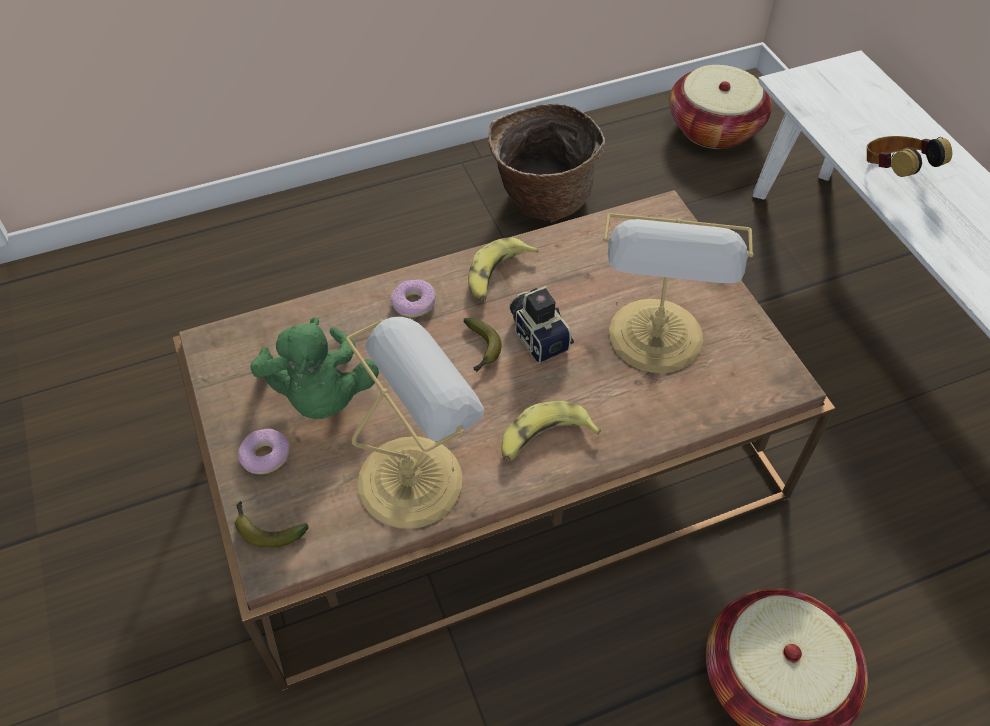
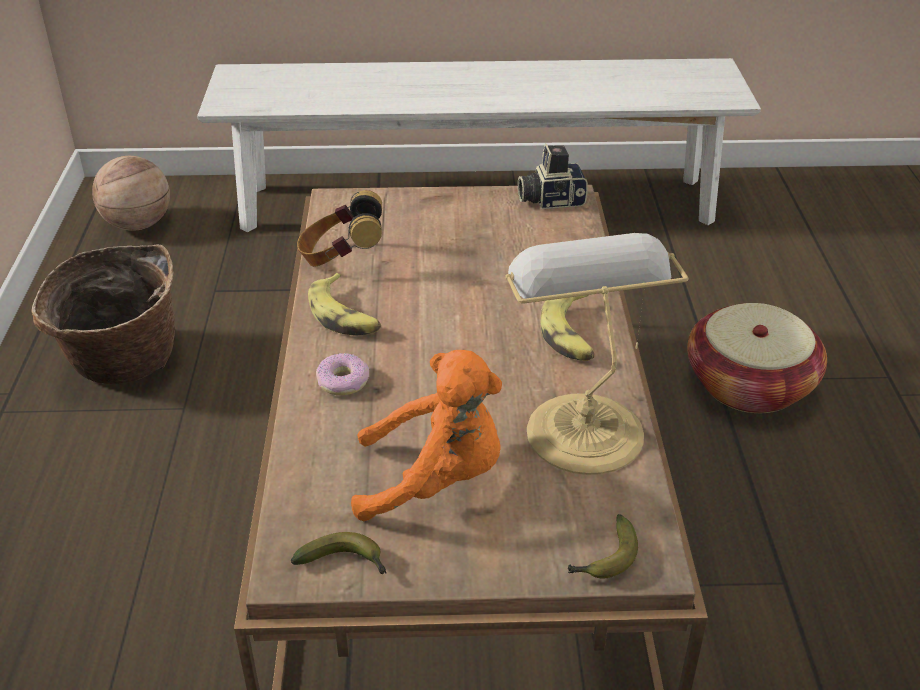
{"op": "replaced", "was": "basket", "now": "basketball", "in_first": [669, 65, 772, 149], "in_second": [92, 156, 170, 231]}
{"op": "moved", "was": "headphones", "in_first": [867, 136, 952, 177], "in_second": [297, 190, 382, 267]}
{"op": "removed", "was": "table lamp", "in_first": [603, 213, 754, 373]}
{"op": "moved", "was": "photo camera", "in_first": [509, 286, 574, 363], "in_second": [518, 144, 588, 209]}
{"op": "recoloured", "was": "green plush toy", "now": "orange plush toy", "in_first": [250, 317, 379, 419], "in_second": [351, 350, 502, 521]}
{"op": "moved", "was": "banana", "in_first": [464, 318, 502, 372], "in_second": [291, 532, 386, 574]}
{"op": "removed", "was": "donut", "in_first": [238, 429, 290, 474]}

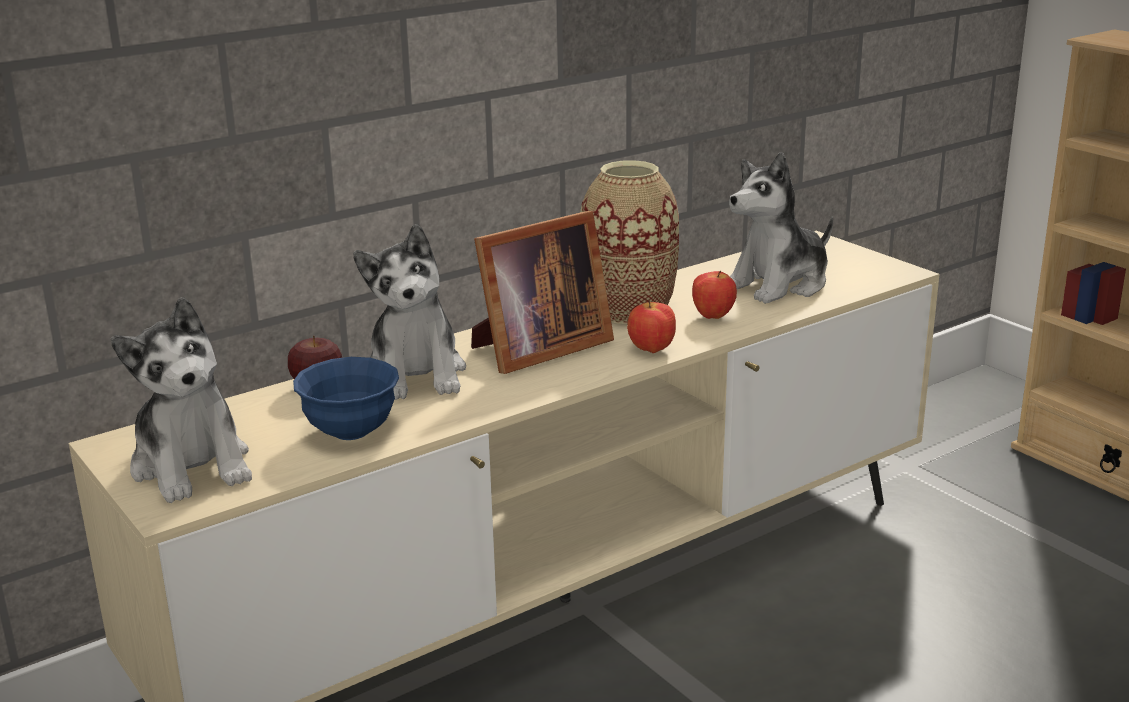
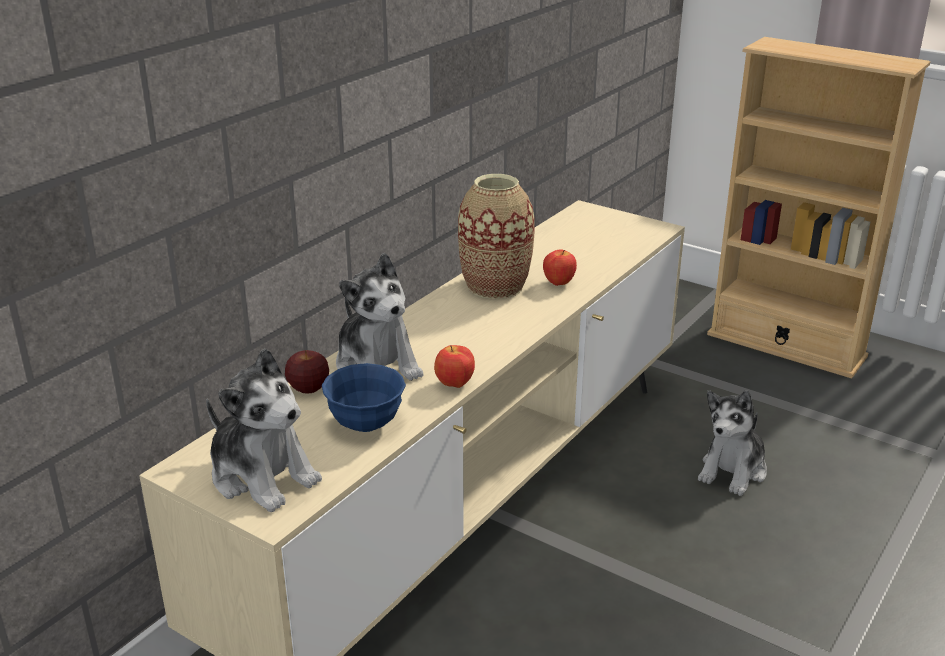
{"op": "moved", "was": "plush toy", "in_first": [729, 152, 833, 304], "in_second": [698, 390, 767, 496]}
{"op": "removed", "was": "picture frame", "in_first": [471, 211, 614, 374]}
{"op": "moved", "was": "apple", "in_first": [627, 300, 676, 353], "in_second": [434, 345, 475, 388]}

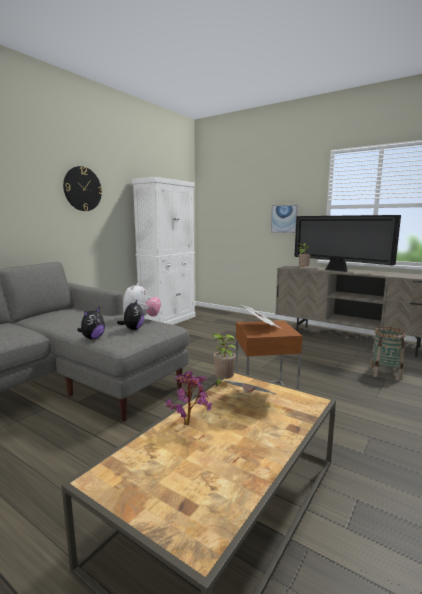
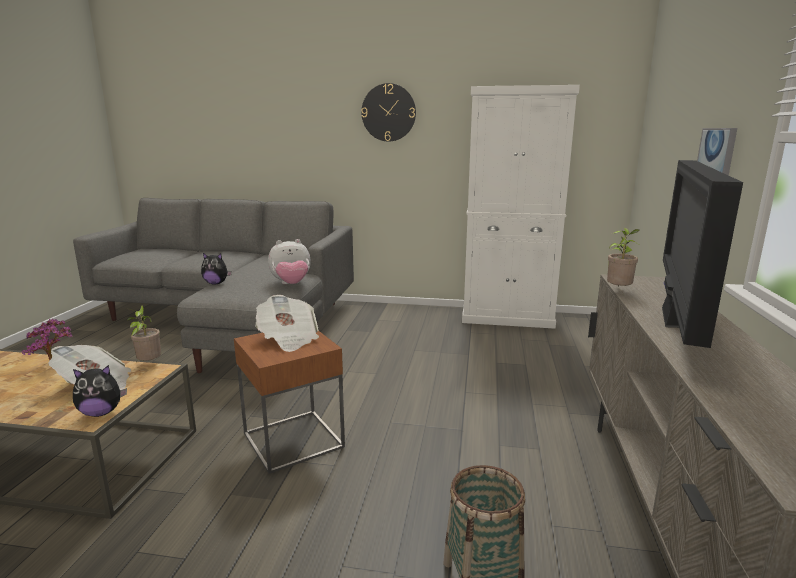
{"op": "moved", "was": "plush toy", "in_first": [117, 300, 144, 330], "in_second": [73, 365, 127, 417]}

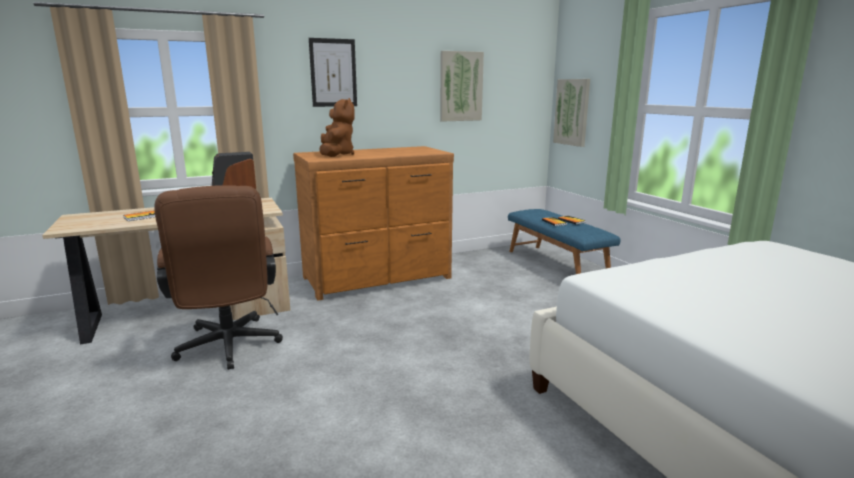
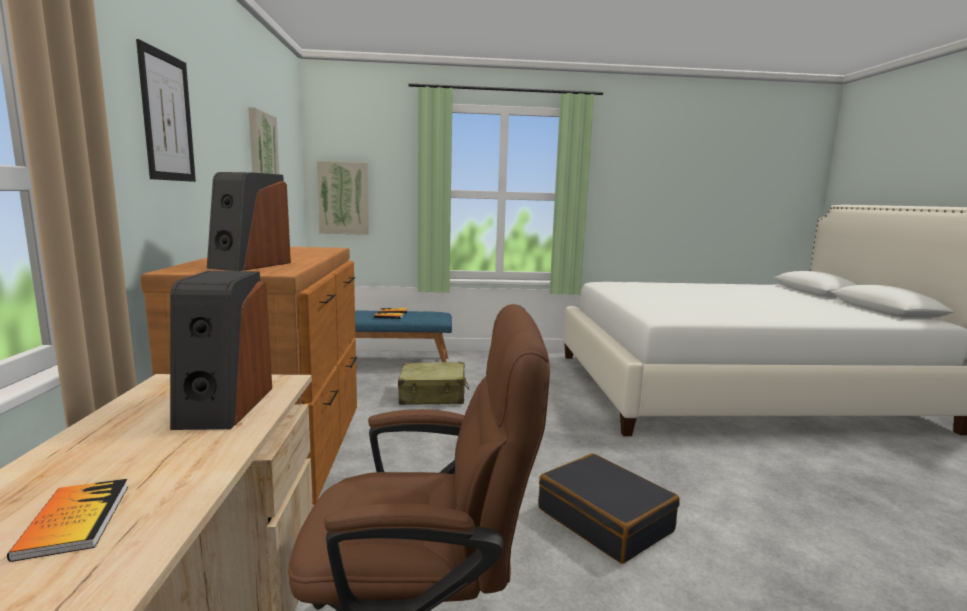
{"op": "replaced", "was": "brown plush toy", "now": "speaker", "in_first": [319, 98, 355, 157], "in_second": [207, 172, 291, 271]}
{"op": "added", "now": "beige suitcase", "in_second": [398, 362, 469, 405]}
{"op": "added", "now": "black suitcase", "in_second": [538, 453, 680, 564]}

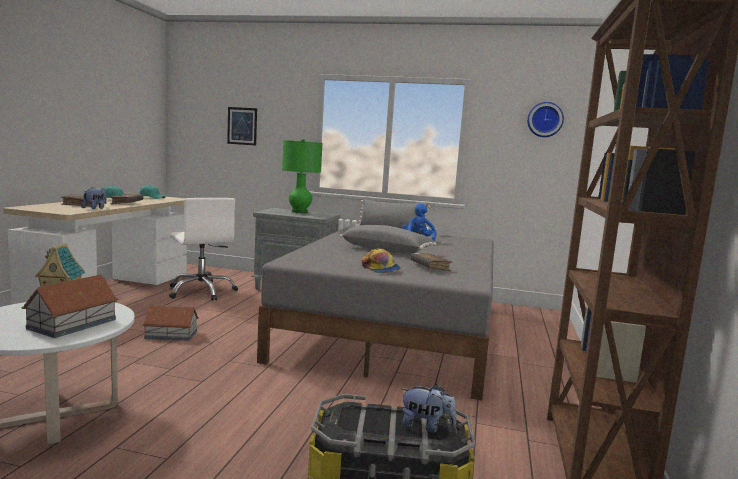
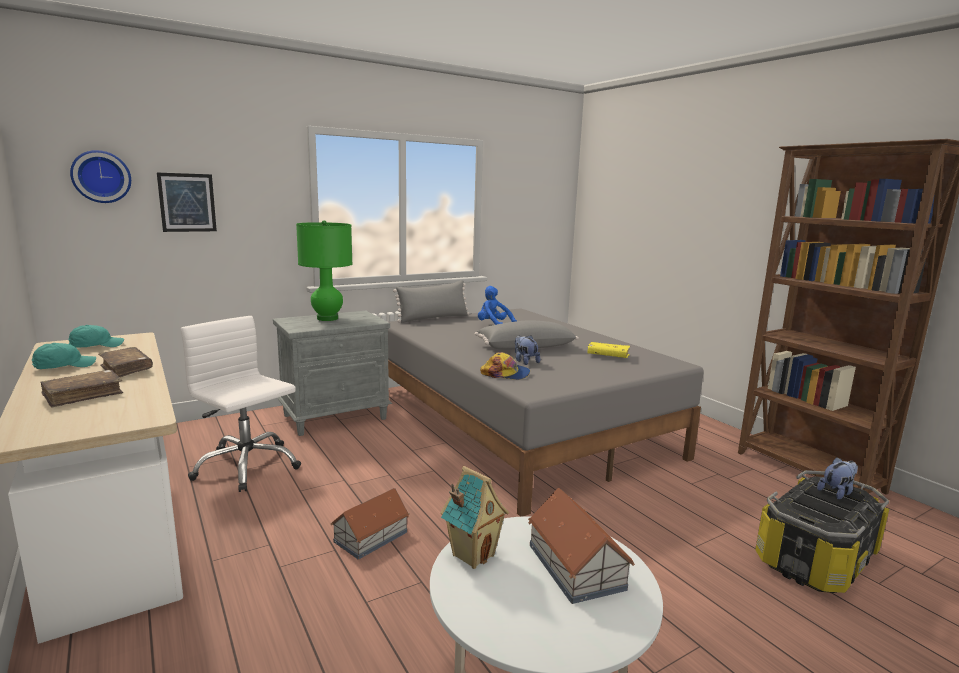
{"op": "moved", "was": "wall clock", "in_first": [527, 102, 564, 137], "in_second": [70, 150, 131, 203]}
{"op": "moved", "was": "plush toy", "in_first": [81, 187, 107, 209], "in_second": [515, 335, 540, 365]}
{"op": "turned", "was": "white office chair", "in_first": [169, 198, 238, 301], "in_second": [181, 316, 301, 492], "clockwise": -150}
{"op": "moved", "was": "cap", "in_first": [361, 248, 401, 273], "in_second": [480, 352, 530, 380]}
{"op": "recoloured", "was": "brown book", "now": "yellow book", "in_first": [410, 253, 452, 271], "in_second": [588, 342, 630, 358]}

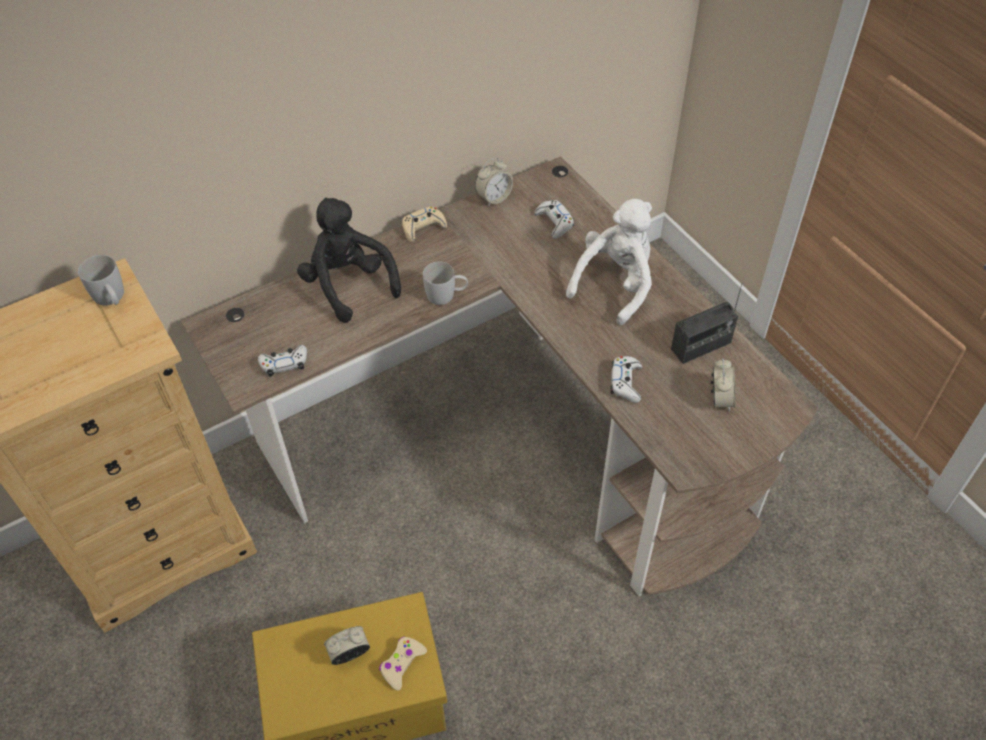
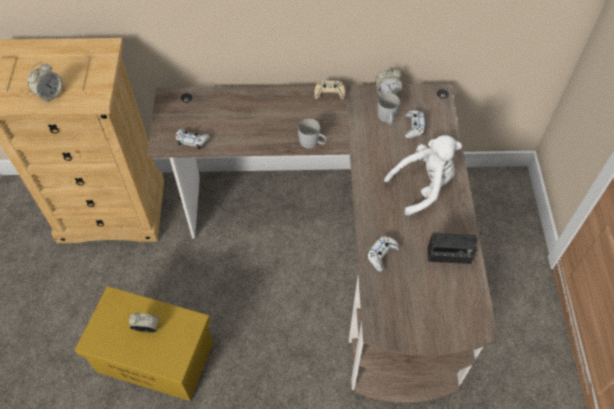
{"op": "removed", "was": "black plush toy", "in_first": [297, 198, 401, 323]}
{"op": "moved", "was": "white mug", "in_first": [78, 255, 124, 305], "in_second": [377, 93, 400, 125]}
{"op": "moved", "was": "alarm clock", "in_first": [711, 358, 736, 412], "in_second": [28, 62, 63, 103]}
{"op": "removed", "was": "beige game controller", "in_first": [379, 637, 427, 691]}

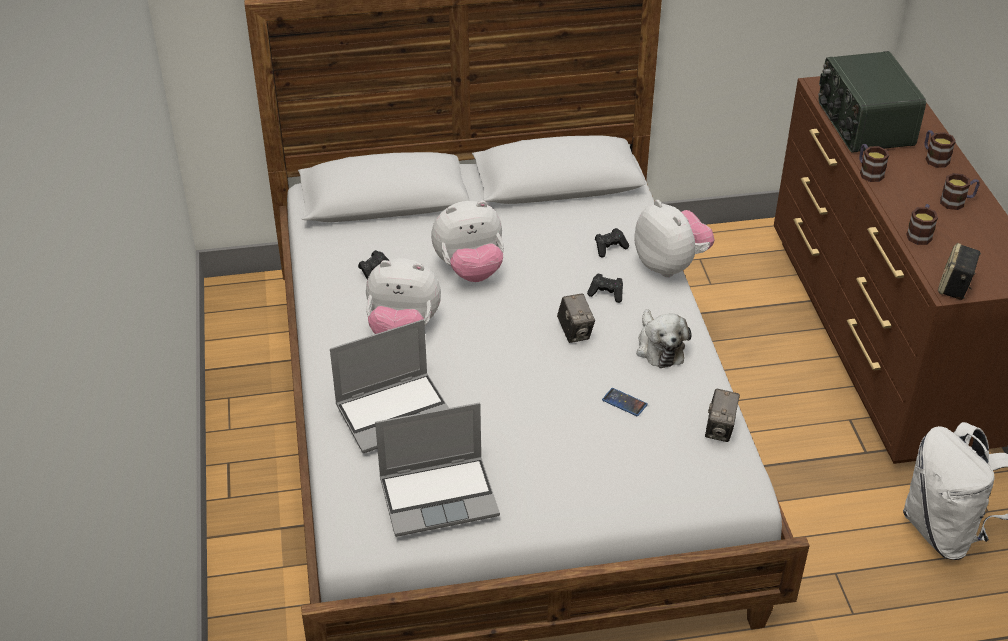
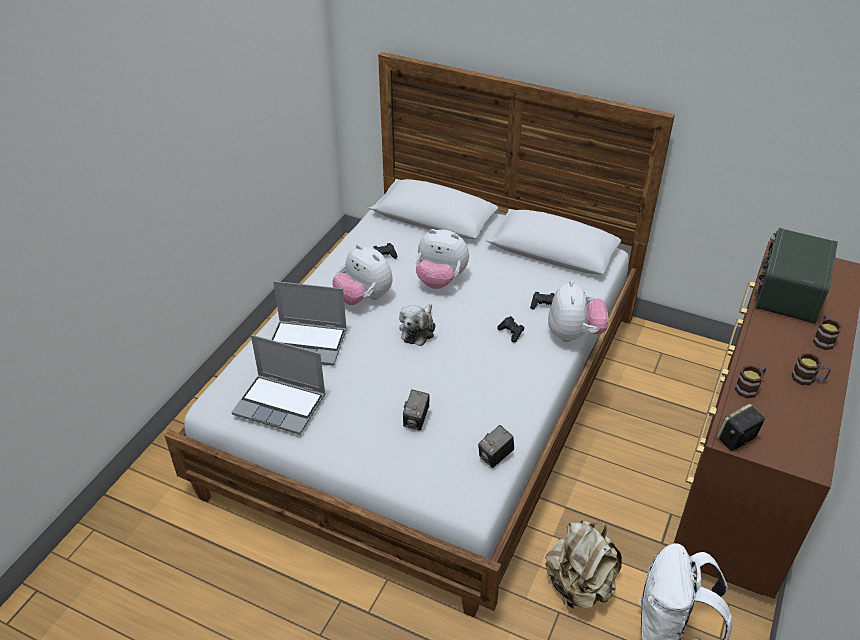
{"op": "removed", "was": "mug", "in_first": [859, 144, 889, 182]}
{"op": "moved", "was": "photo camera", "in_first": [557, 293, 595, 343], "in_second": [403, 389, 429, 431]}
{"op": "moved", "was": "plush toy", "in_first": [636, 309, 691, 368], "in_second": [399, 303, 435, 346]}
{"op": "removed", "was": "phone", "in_first": [602, 388, 648, 416]}
{"op": "added", "now": "beige backpack", "in_second": [545, 520, 622, 609]}

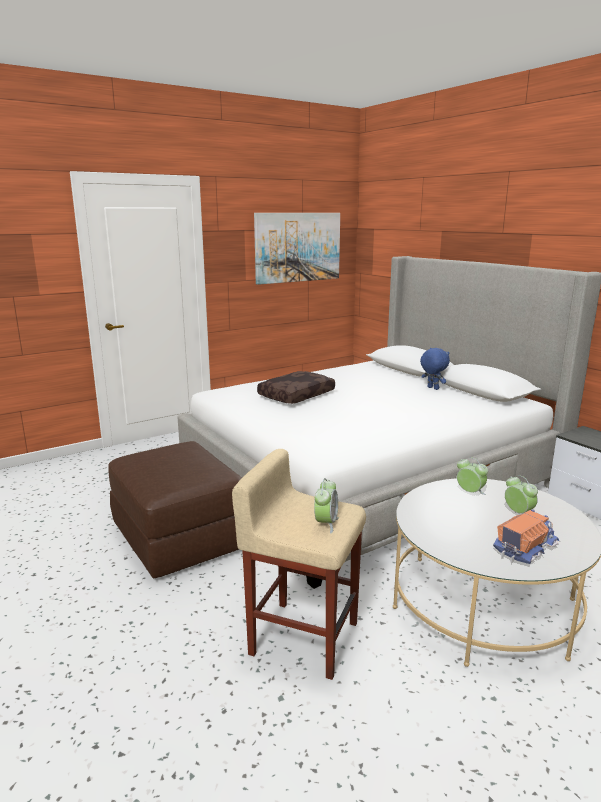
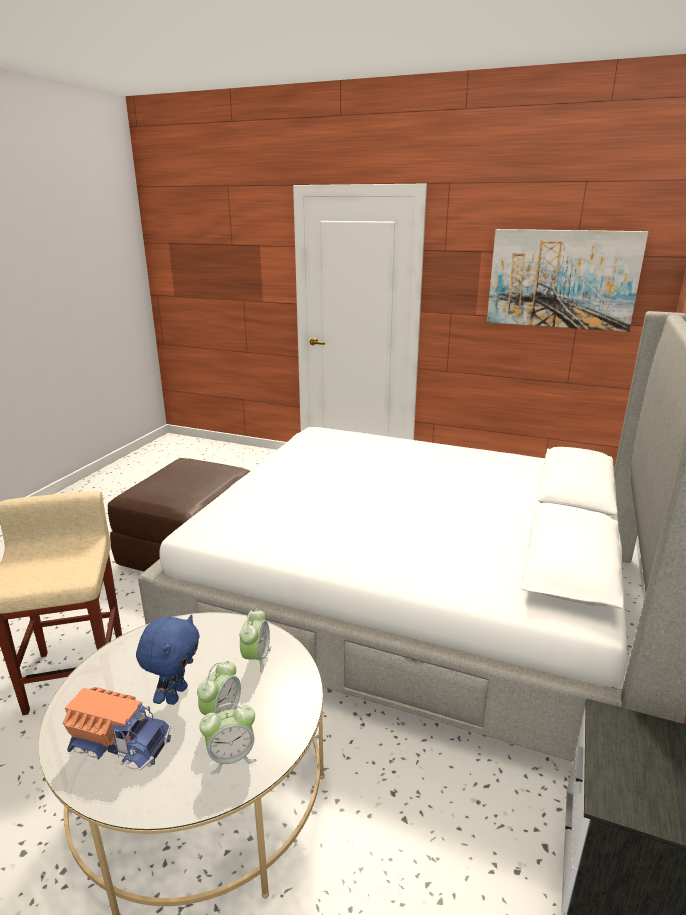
{"op": "moved", "was": "blue plush toy", "in_first": [420, 348, 450, 390], "in_second": [136, 615, 200, 705]}
{"op": "removed", "was": "brown pillow", "in_first": [257, 371, 335, 404]}
{"op": "moved", "was": "alarm clock", "in_first": [314, 478, 339, 533], "in_second": [199, 703, 256, 774]}

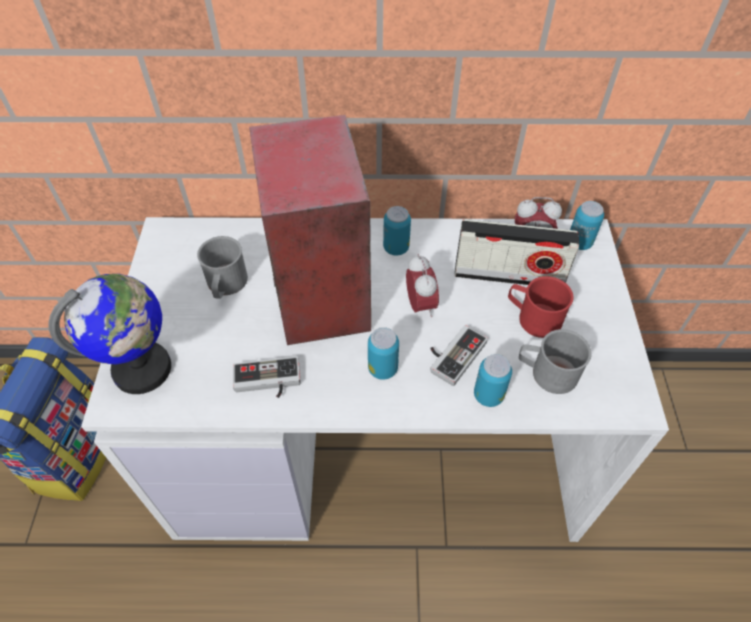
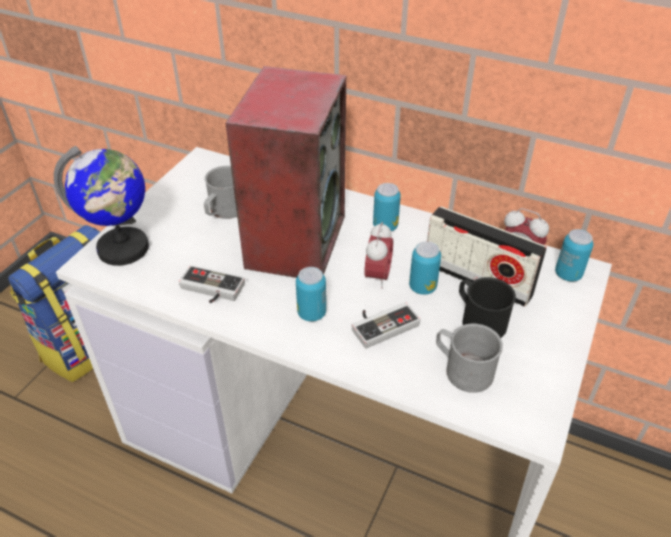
{"op": "recoloured", "was": "red mug", "now": "black mug", "in_first": [508, 276, 573, 338], "in_second": [459, 277, 516, 338]}
{"op": "moved", "was": "can", "in_first": [474, 354, 512, 407], "in_second": [409, 242, 441, 295]}

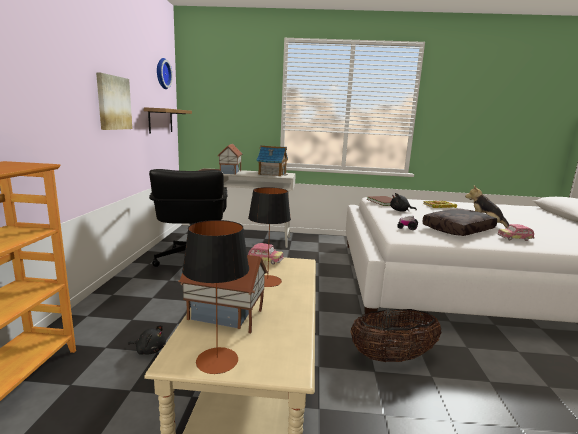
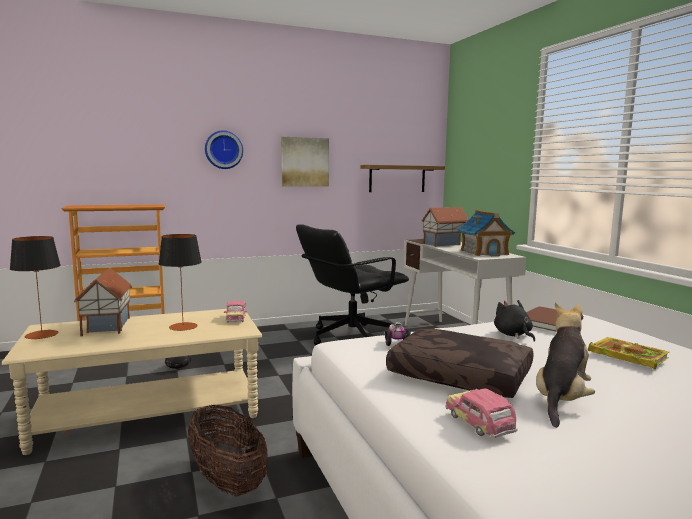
{"op": "moved", "was": "wall clock", "in_first": [157, 58, 173, 89], "in_second": [205, 130, 243, 169]}

